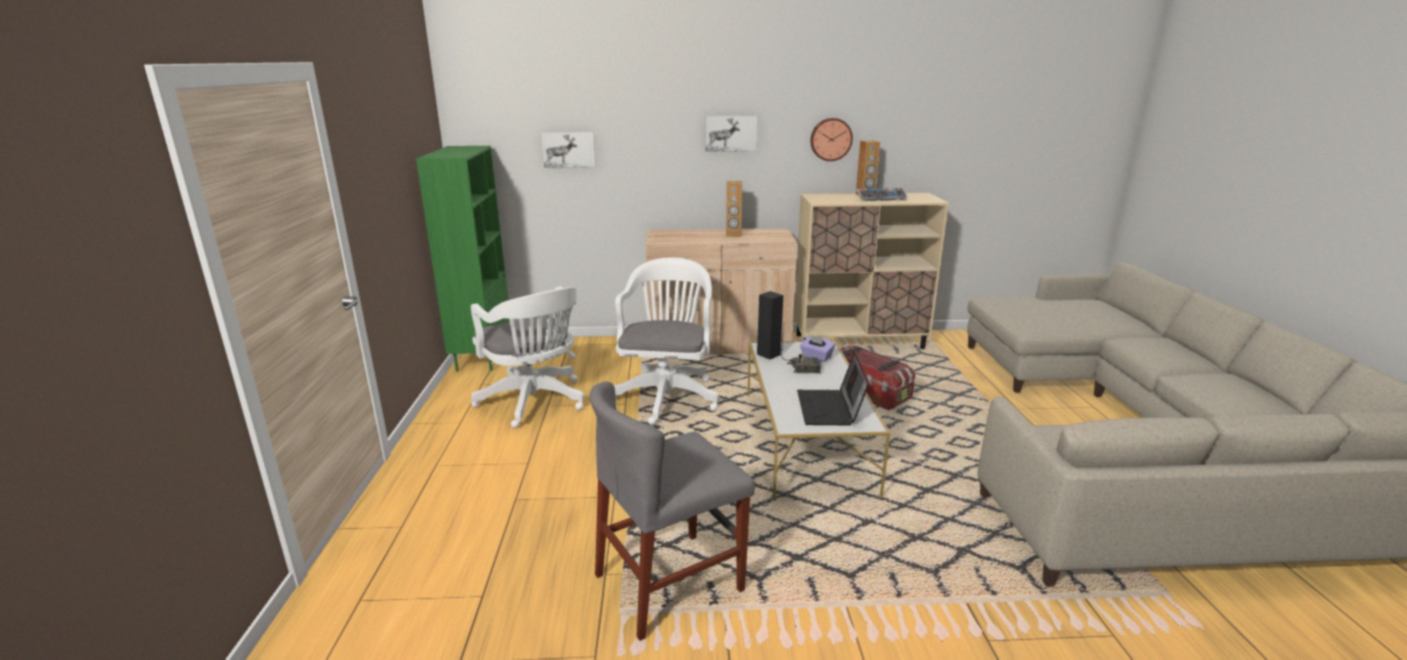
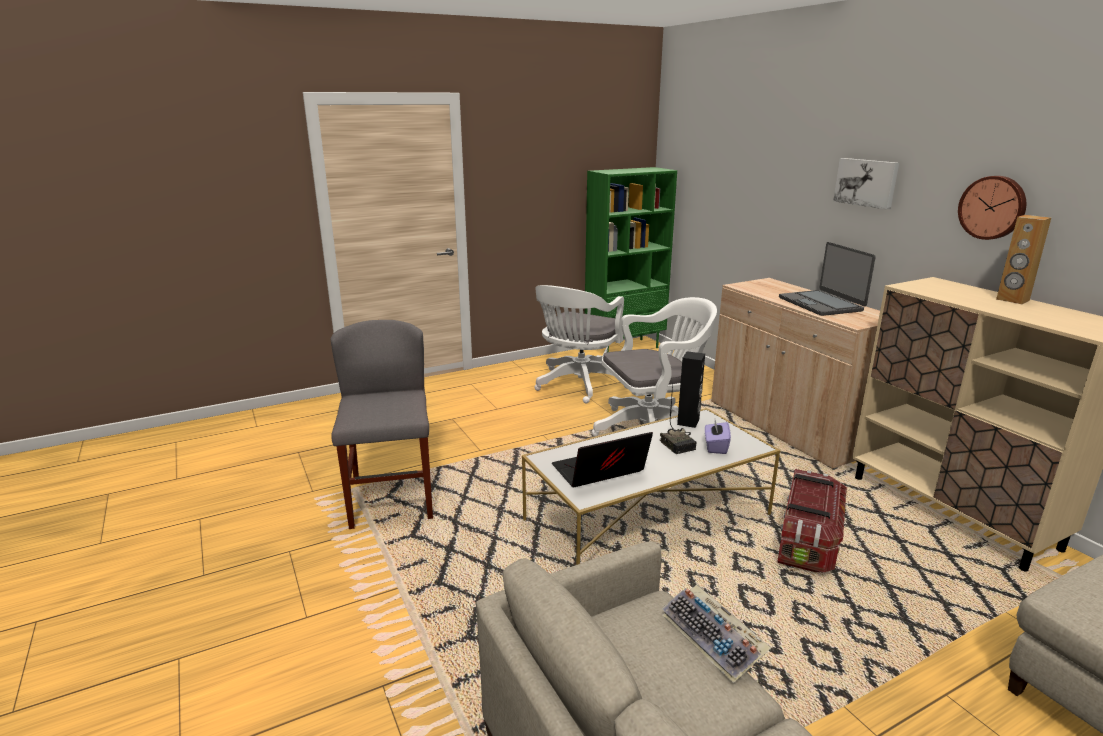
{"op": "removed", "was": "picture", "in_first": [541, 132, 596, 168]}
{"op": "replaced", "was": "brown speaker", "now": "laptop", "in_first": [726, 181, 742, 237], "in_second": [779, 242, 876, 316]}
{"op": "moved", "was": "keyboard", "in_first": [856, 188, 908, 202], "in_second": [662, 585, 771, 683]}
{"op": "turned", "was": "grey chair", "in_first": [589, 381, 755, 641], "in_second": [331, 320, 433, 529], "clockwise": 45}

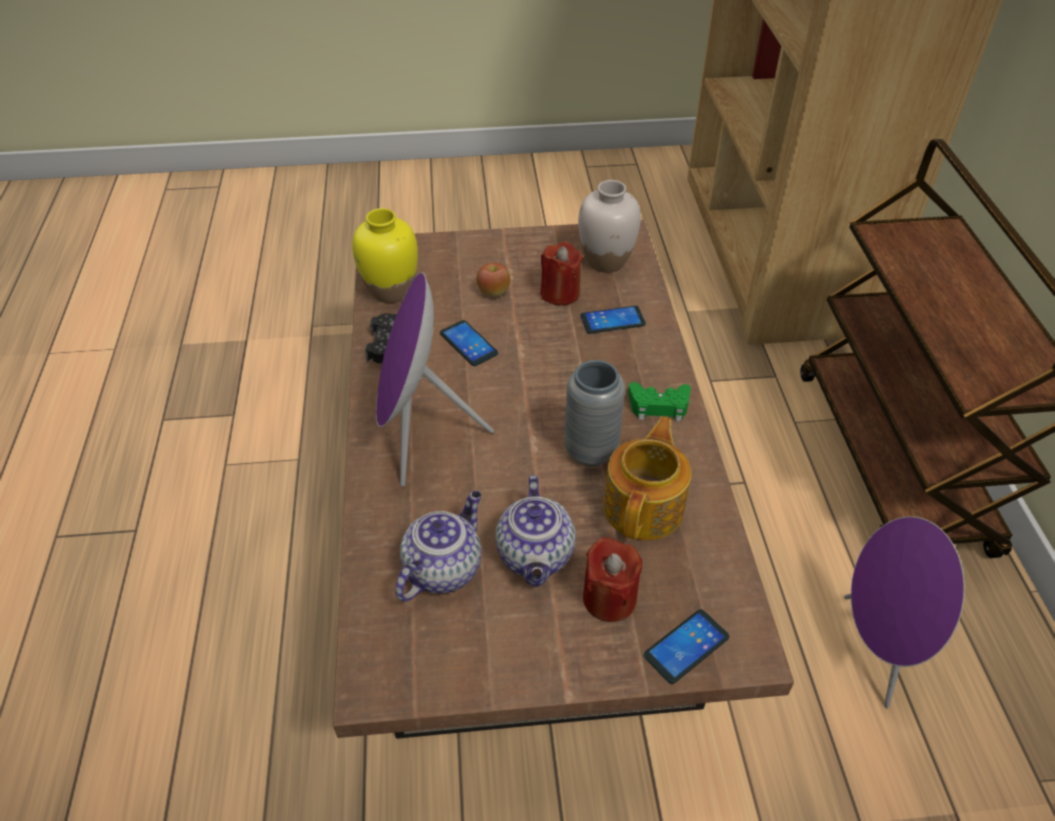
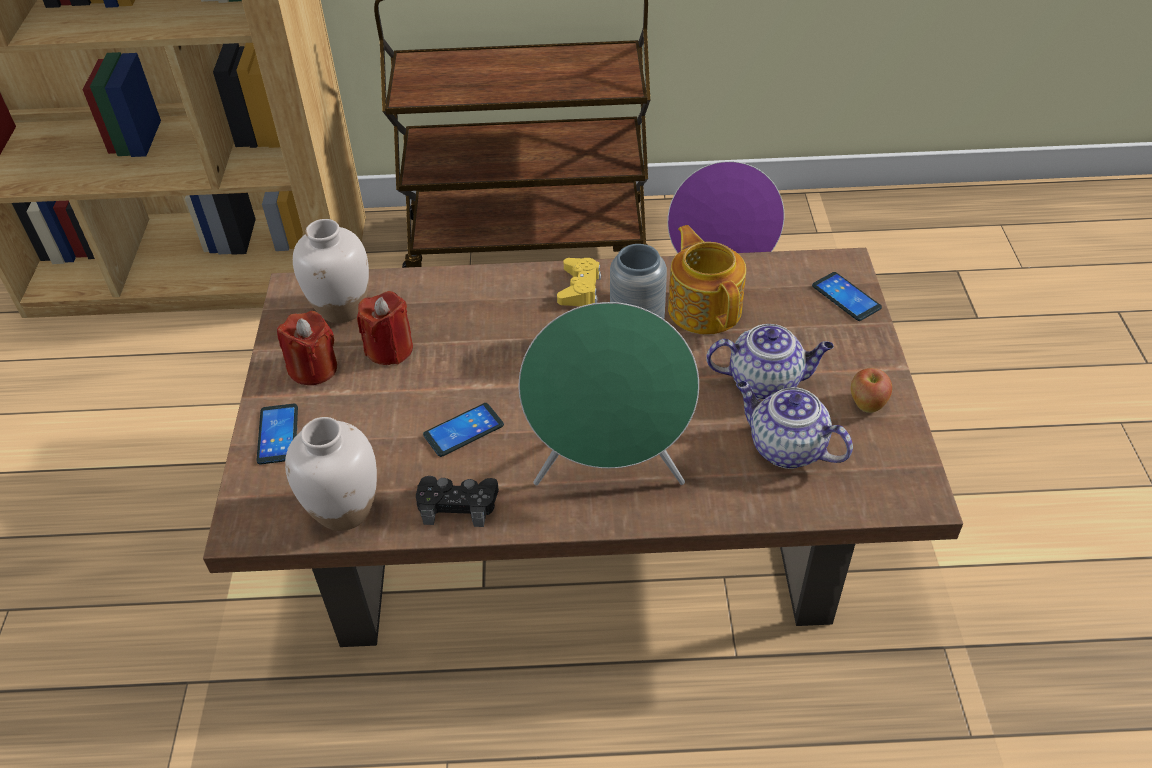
{"op": "recoloured", "was": "yellow vase", "now": "white vase", "in_first": [352, 208, 418, 303], "in_second": [285, 417, 377, 531]}
{"op": "moved", "was": "apple", "in_first": [477, 263, 510, 297], "in_second": [851, 368, 892, 413]}
{"op": "recoloured", "was": "purple speaker", "now": "green speaker", "in_first": [376, 272, 494, 487], "in_second": [519, 302, 699, 485]}
{"op": "moved", "was": "phone", "in_first": [581, 306, 646, 334], "in_second": [256, 404, 298, 464]}
{"op": "recoloured", "was": "green game controller", "now": "yellow game controller", "in_first": [628, 382, 691, 421], "in_second": [557, 258, 601, 306]}
{"op": "turned", "was": "teapot", "in_first": [603, 416, 691, 540], "in_second": [668, 225, 746, 334], "clockwise": 45}
{"op": "moved", "was": "red candle", "in_first": [583, 537, 642, 622], "in_second": [277, 311, 337, 385]}

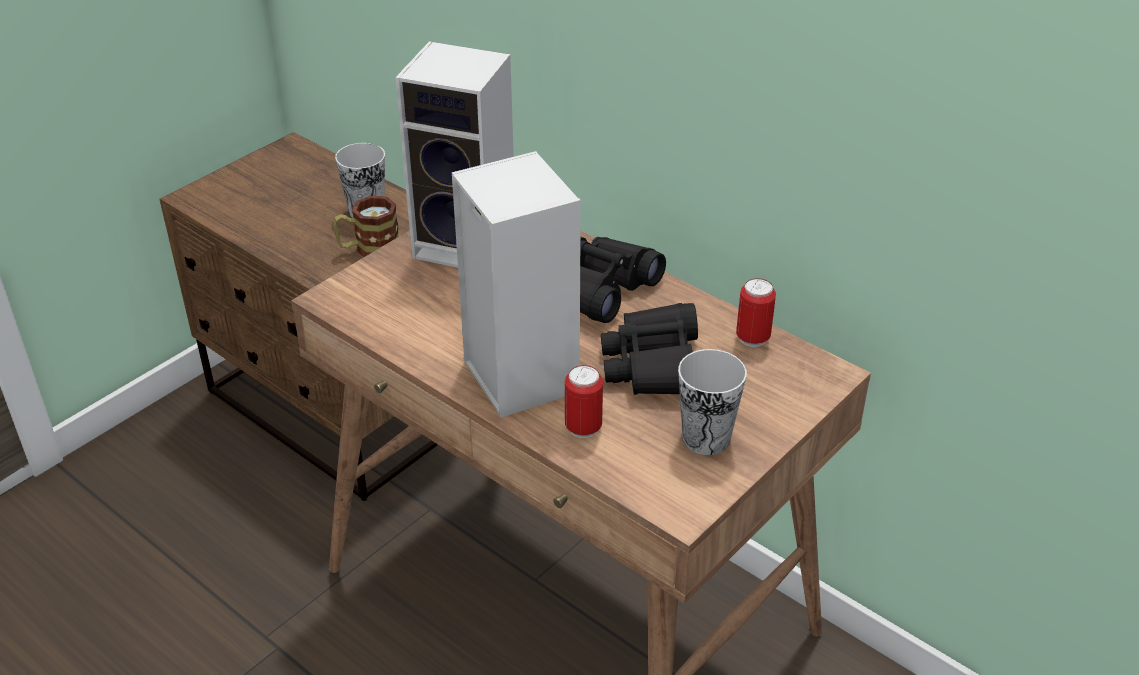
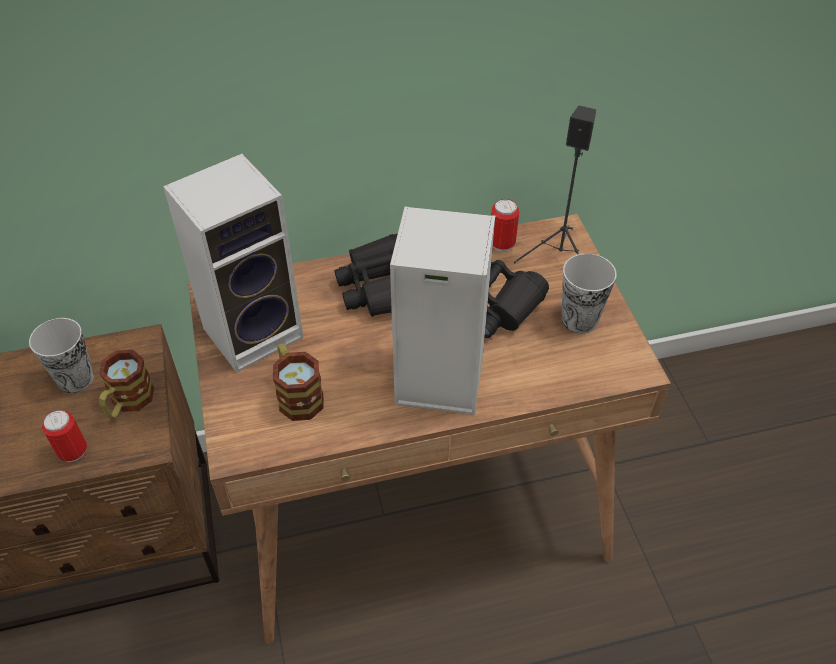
{"op": "moved", "was": "can", "in_first": [565, 365, 603, 438], "in_second": [42, 410, 87, 462]}
{"op": "added", "now": "black speaker", "in_second": [514, 106, 596, 263]}
{"op": "added", "now": "mug", "in_second": [273, 343, 324, 421]}

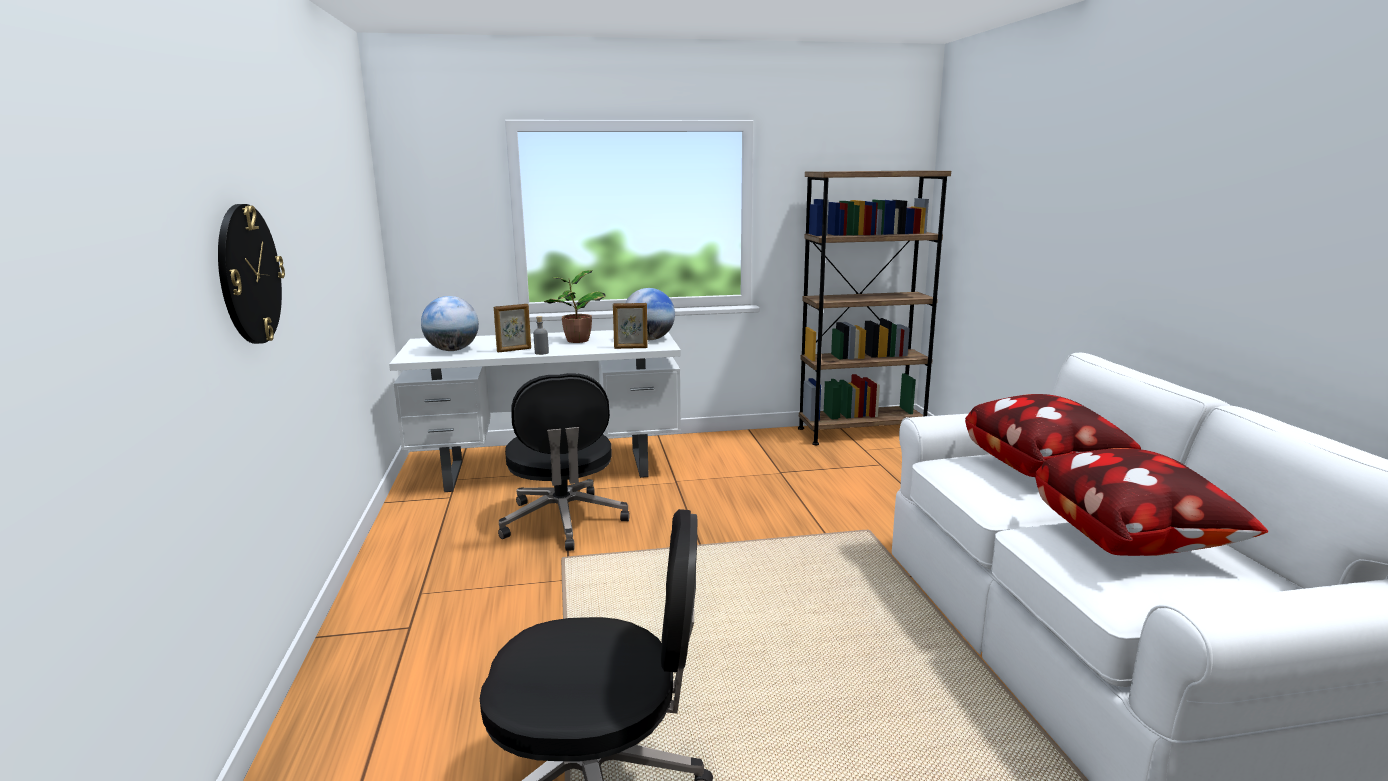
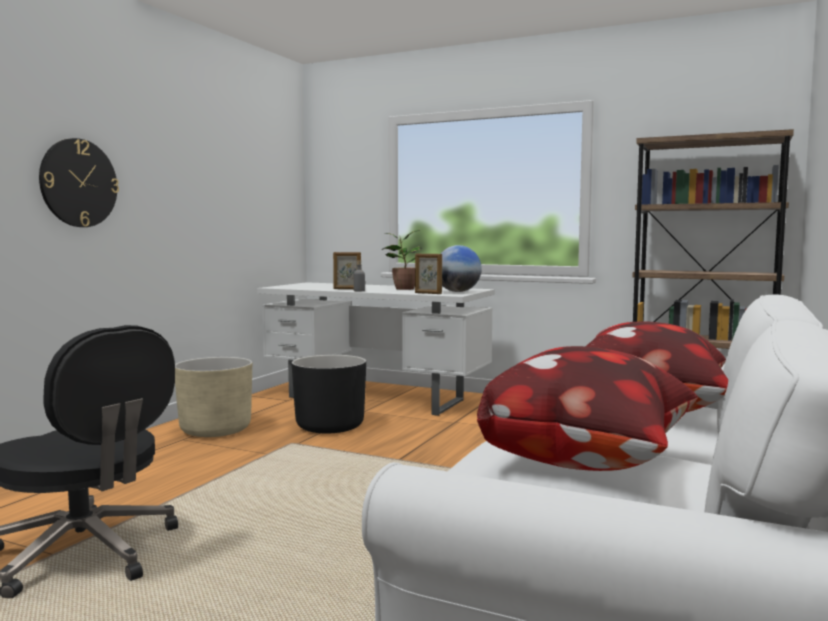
{"op": "removed", "was": "globe", "in_first": [421, 296, 479, 351]}
{"op": "replaced", "was": "black office chair", "now": "black planter", "in_first": [498, 373, 630, 551], "in_second": [292, 355, 366, 433]}
{"op": "added", "now": "beige planter", "in_second": [175, 357, 252, 437]}

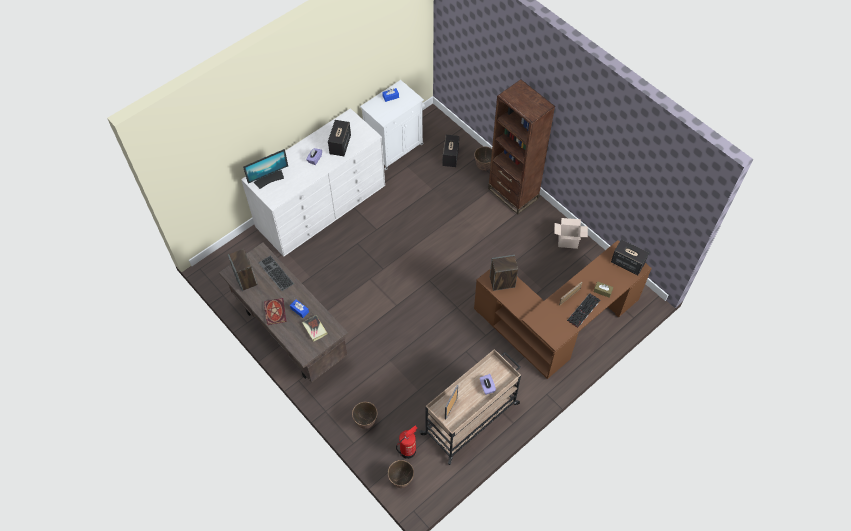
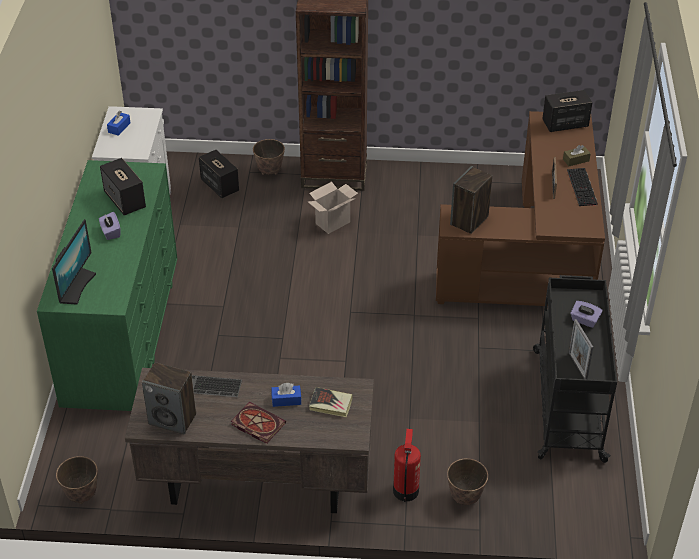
{"op": "recoloured", "was": "white dresser", "now": "green dresser", "in_first": [241, 108, 385, 257], "in_second": [37, 160, 177, 411]}
{"op": "moved", "was": "cardboard box", "in_first": [554, 218, 588, 249], "in_second": [308, 182, 358, 234]}
{"op": "recoloured", "was": "beige cart", "now": "black cart", "in_first": [419, 349, 521, 465], "in_second": [533, 275, 617, 463]}
{"op": "moved", "was": "fire extinguisher", "in_first": [396, 426, 418, 459], "in_second": [393, 429, 421, 502]}
{"op": "moved", "was": "planter", "in_first": [388, 460, 414, 488], "in_second": [56, 456, 98, 504]}

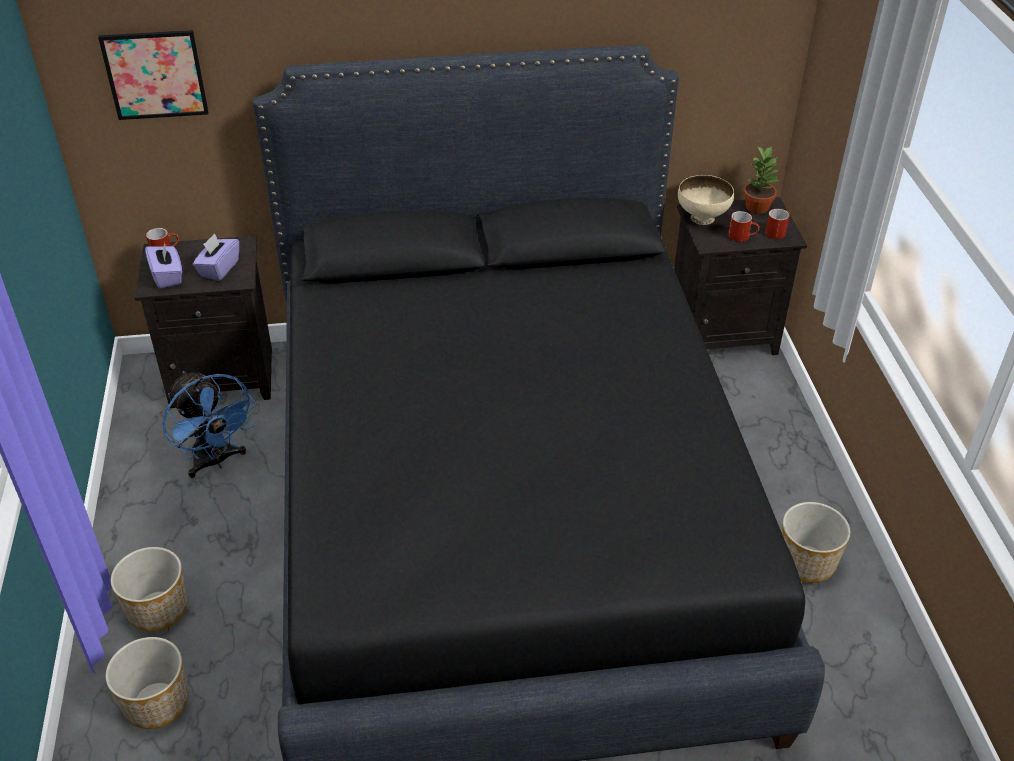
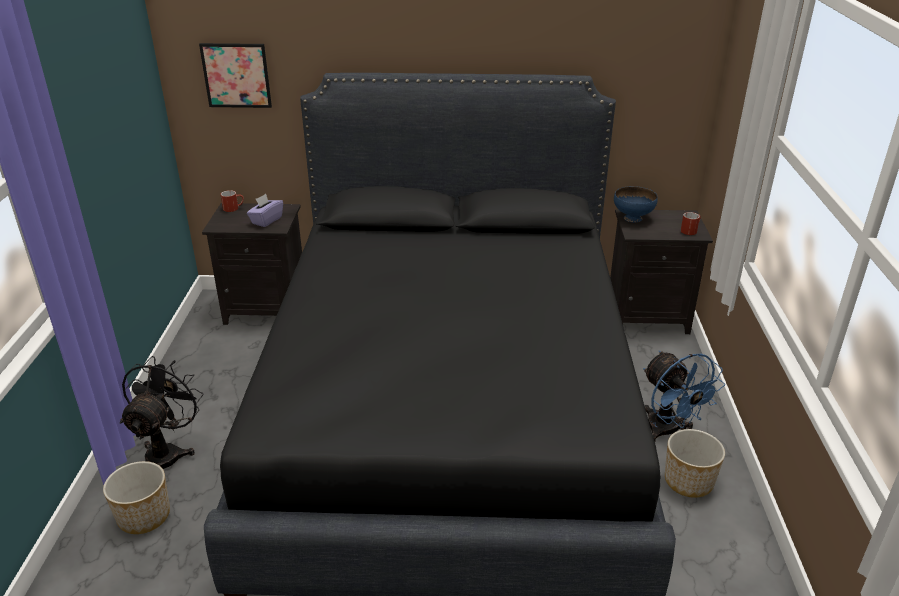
{"op": "removed", "was": "potted plant", "in_first": [743, 146, 779, 213]}
{"op": "recoloured", "was": "beige bowl", "now": "blue bowl", "in_first": [678, 175, 734, 225], "in_second": [614, 186, 658, 223]}
{"op": "removed", "was": "red mug", "in_first": [728, 211, 759, 242]}
{"op": "removed", "was": "purple tissue box", "in_first": [145, 242, 182, 288]}
{"op": "moved", "was": "blue fan", "in_first": [163, 371, 257, 478], "in_second": [643, 351, 725, 441]}
{"op": "replaced", "was": "planter", "now": "black fan", "in_first": [111, 547, 187, 632], "in_second": [120, 356, 204, 469]}

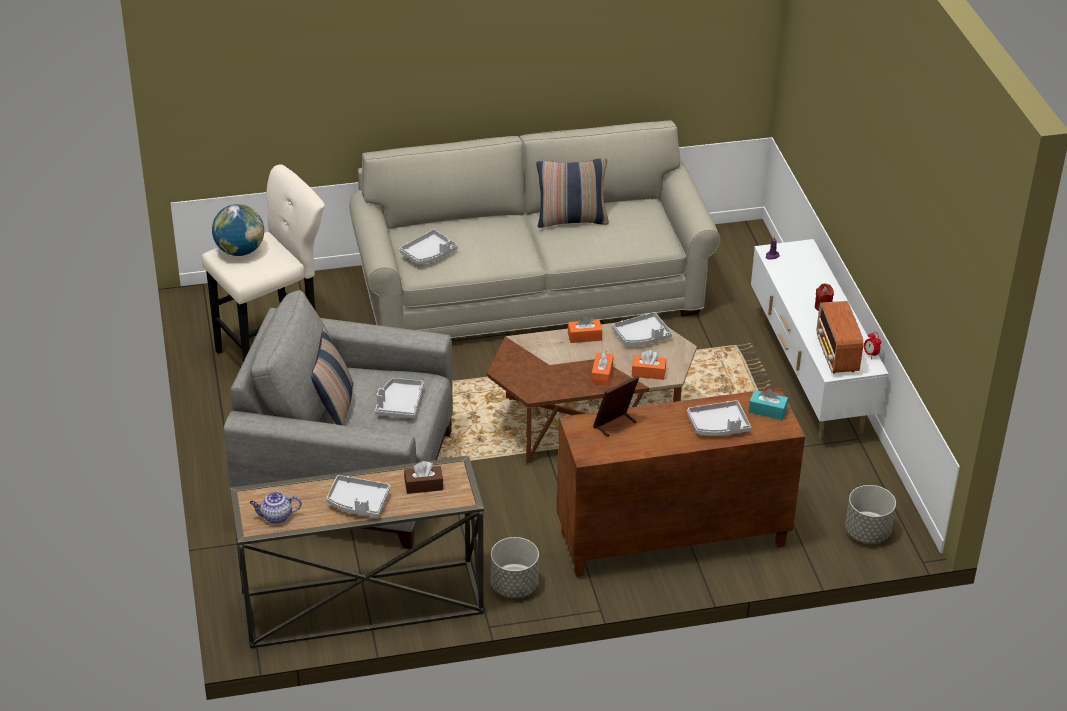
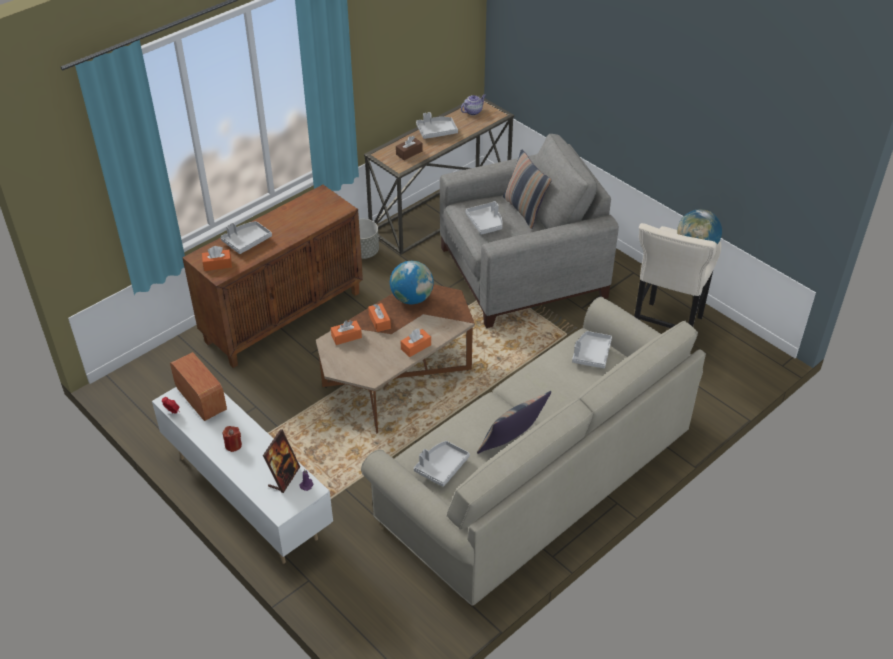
{"op": "moved", "was": "grey tray", "in_first": [612, 312, 672, 346], "in_second": [414, 441, 470, 487]}
{"op": "moved", "was": "picture frame", "in_first": [593, 376, 639, 437], "in_second": [263, 429, 300, 493]}
{"op": "recoloured", "was": "turquoise tissue box", "now": "orange tissue box", "in_first": [749, 388, 788, 420], "in_second": [202, 246, 232, 271]}
{"op": "removed", "was": "grey planter", "in_first": [845, 485, 896, 544]}
{"op": "added", "now": "globe", "in_second": [390, 261, 434, 305]}

